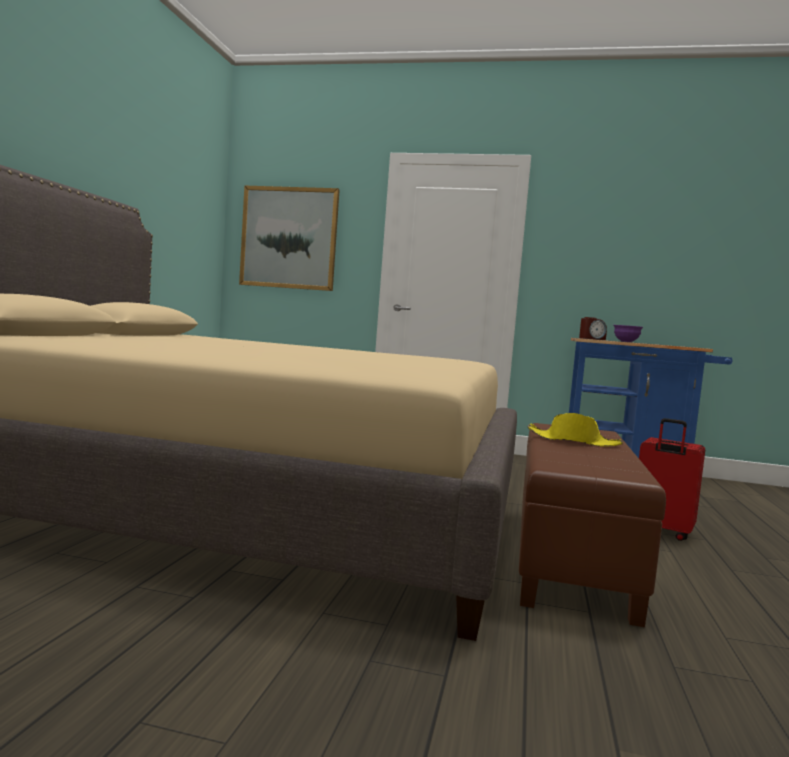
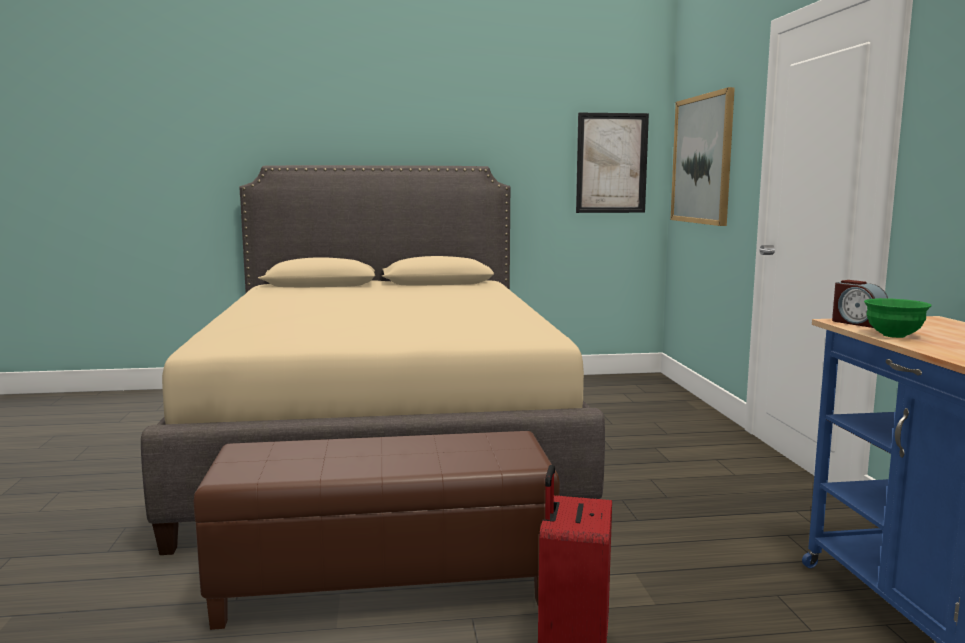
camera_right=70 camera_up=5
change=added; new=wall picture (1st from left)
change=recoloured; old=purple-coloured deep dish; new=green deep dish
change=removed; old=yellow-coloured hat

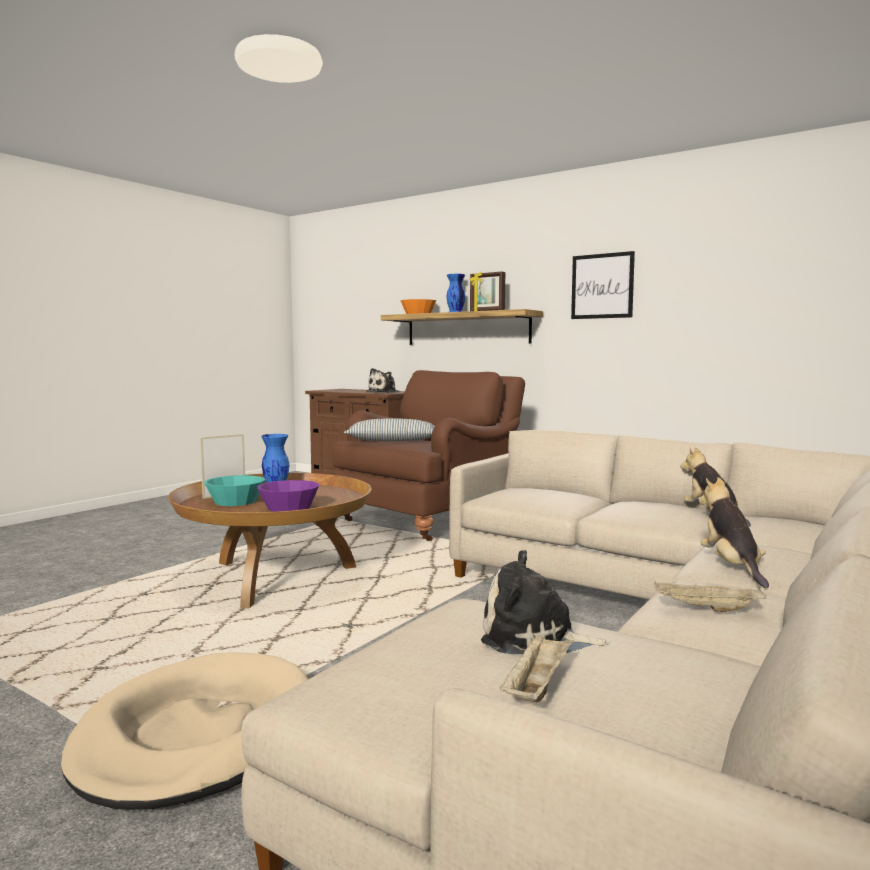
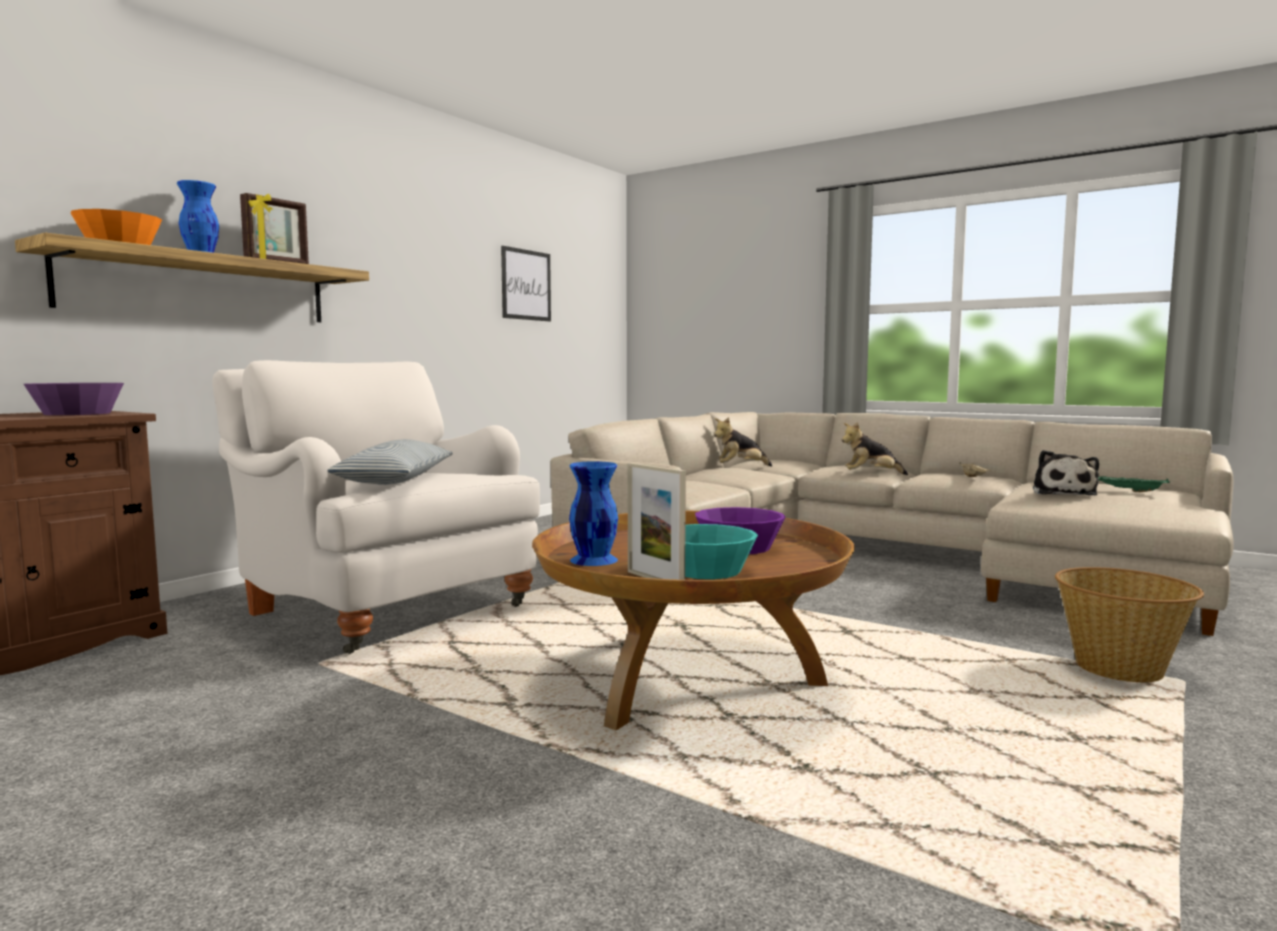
camera_right=-90 camera_up=0
change=replaced; old=soft toy (1st from left); new=purple-coloured deep dish (1st from left)
change=recoloured; old=brown armchair; new=white-coloured armchair
change=moved; old=wall picture
change=replaced; old=beige dog cushion; new=household basket
change=recoloured; old=beige serving tray (1st from left); new=green serving tray

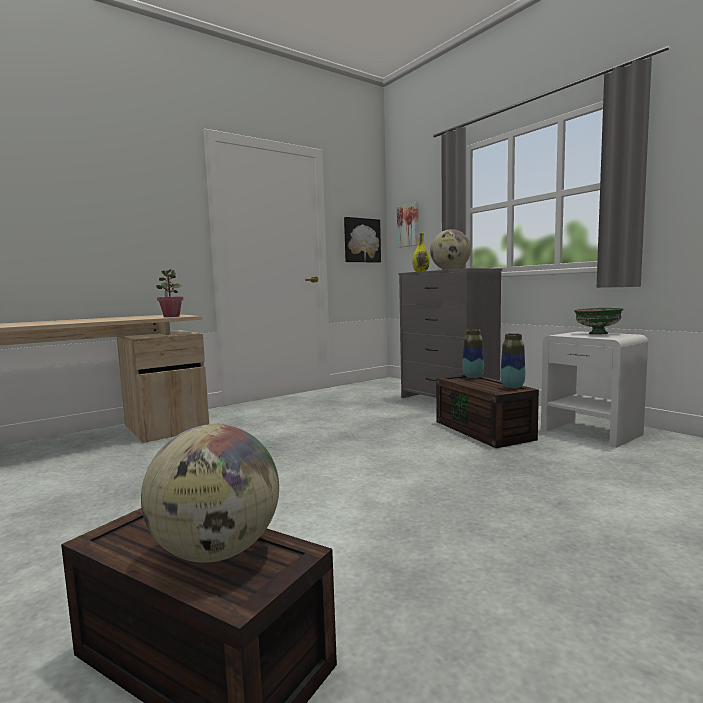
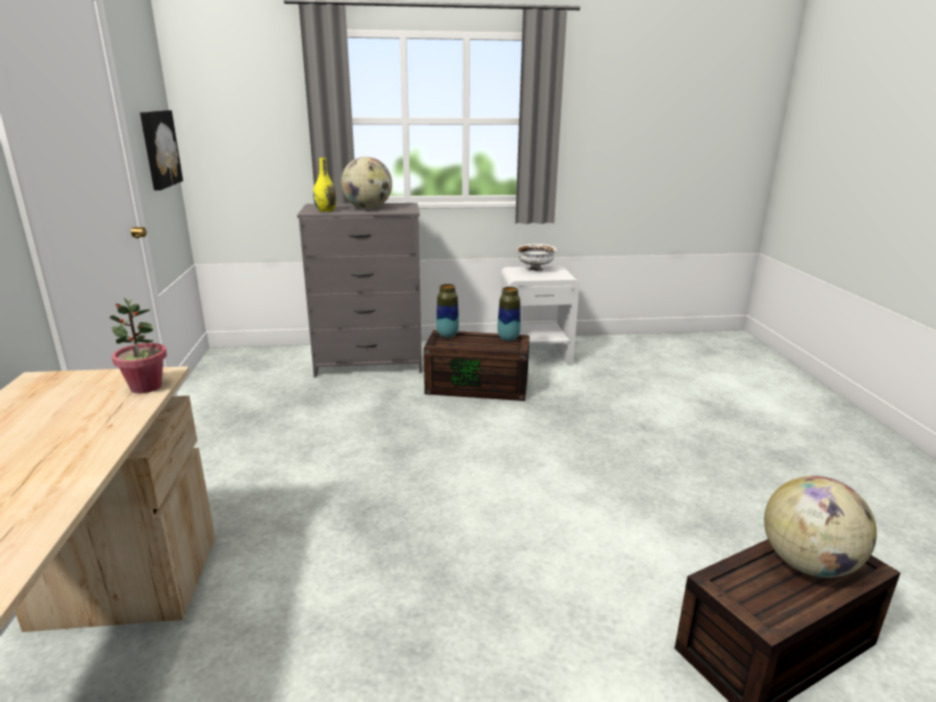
camera_right=-60 camera_up=15
change=recoloured; old=green deep dish; new=white-coloured deep dish
change=removed; old=wall picture (2nd from left)

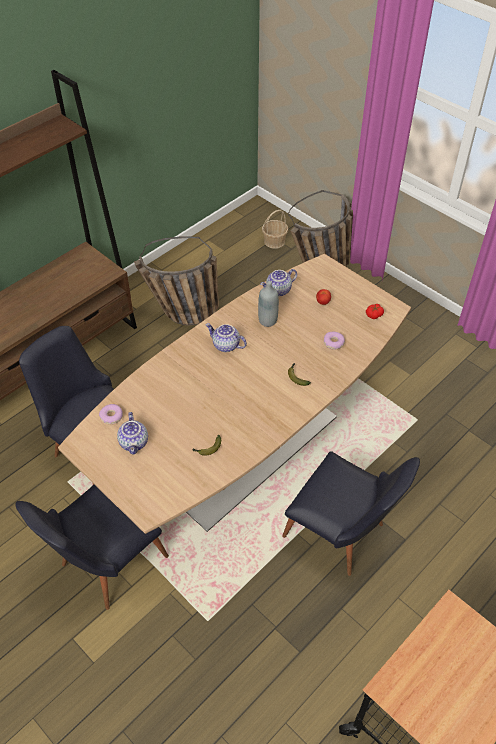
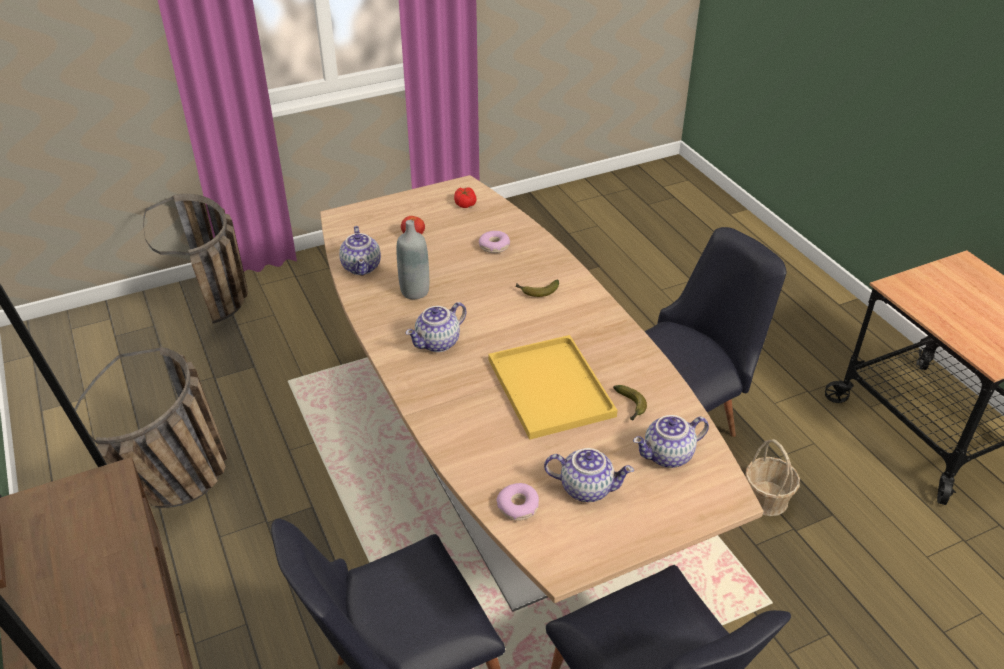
camera_right=-70 camera_up=-10
change=added; new=yellow-coloured serving tray
change=added; new=tea pot (4th from left)
change=moved; old=household basket (2nd from left in the first image); new=household basket (3rd from left)

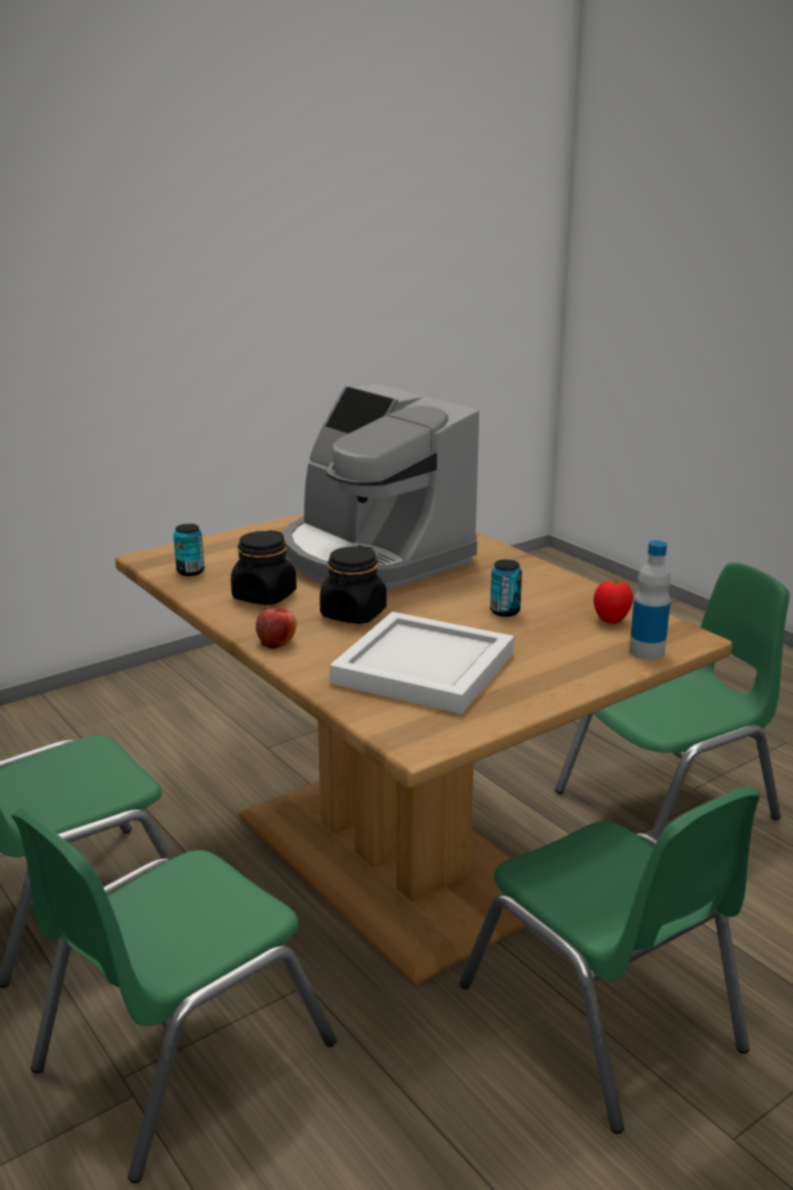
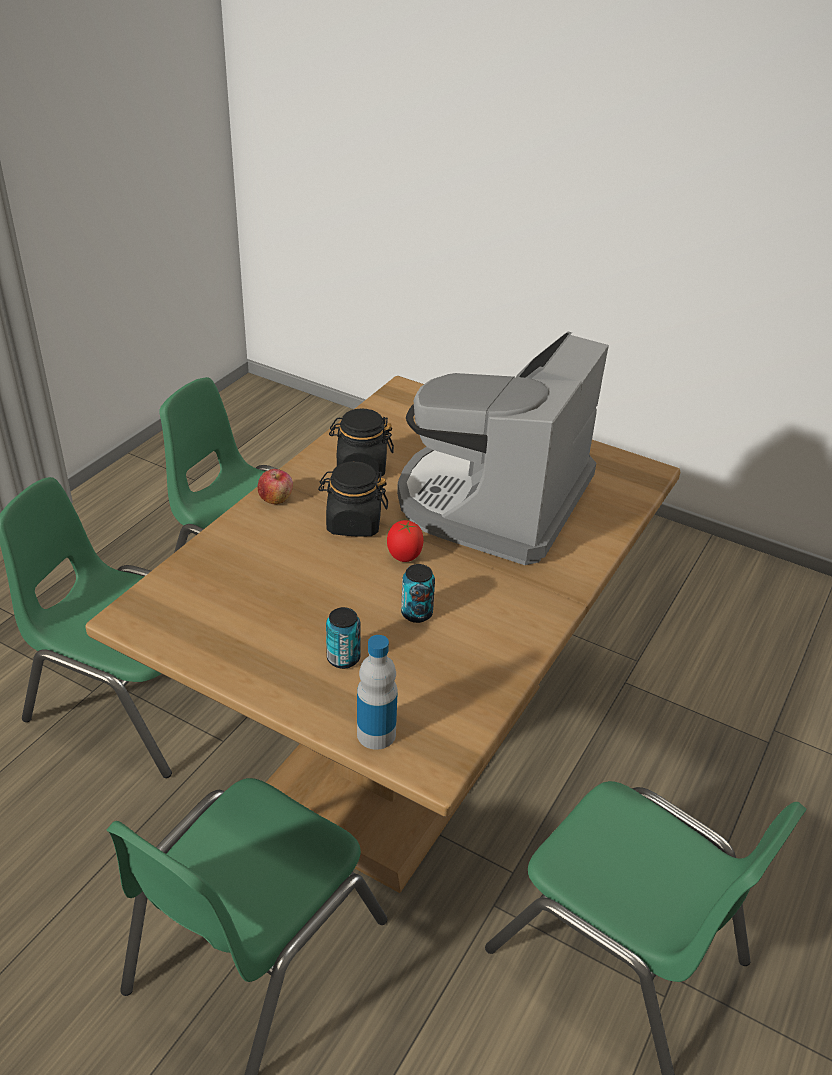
camera_right=65 camera_up=15
change=moved; old=metal can (1st from left)
change=moved; old=whole tomato
change=removed; old=white-coloured serving tray

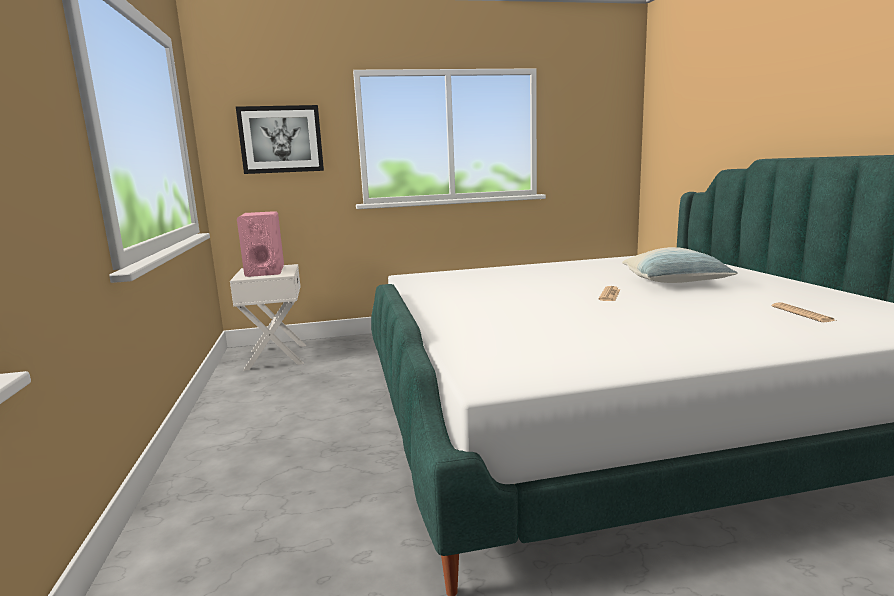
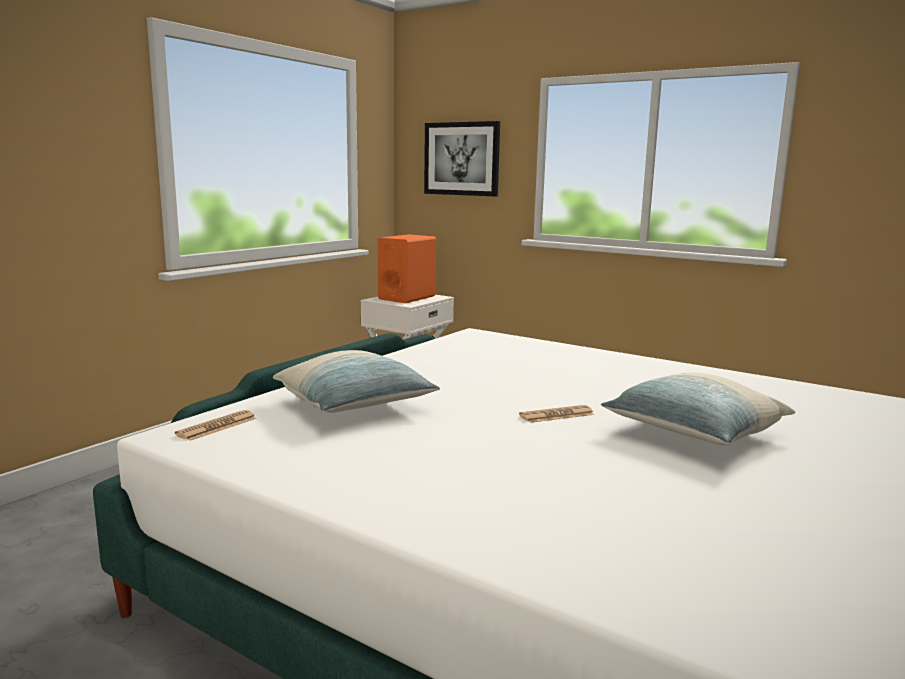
camera_right=45 camera_up=0
change=moved; old=daily paper (2nd from left in the first image); new=daily paper (1st from left)
change=added; new=pillow (1st from left)
change=recoloured; old=pink loudspeaker; new=orange-coloured loudspeaker

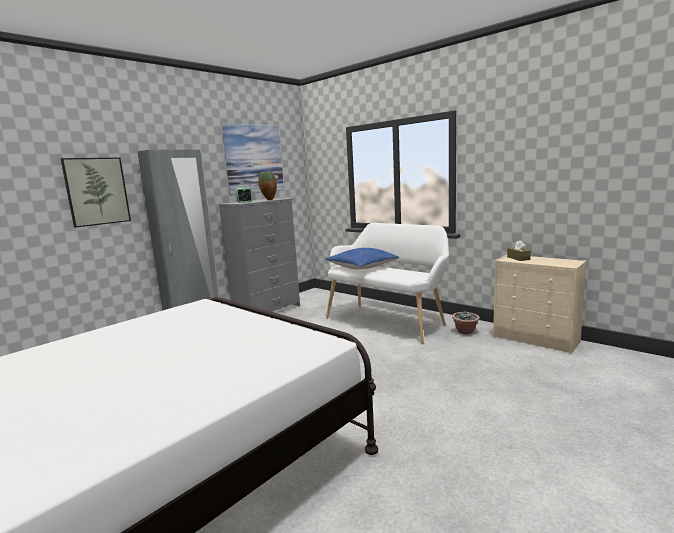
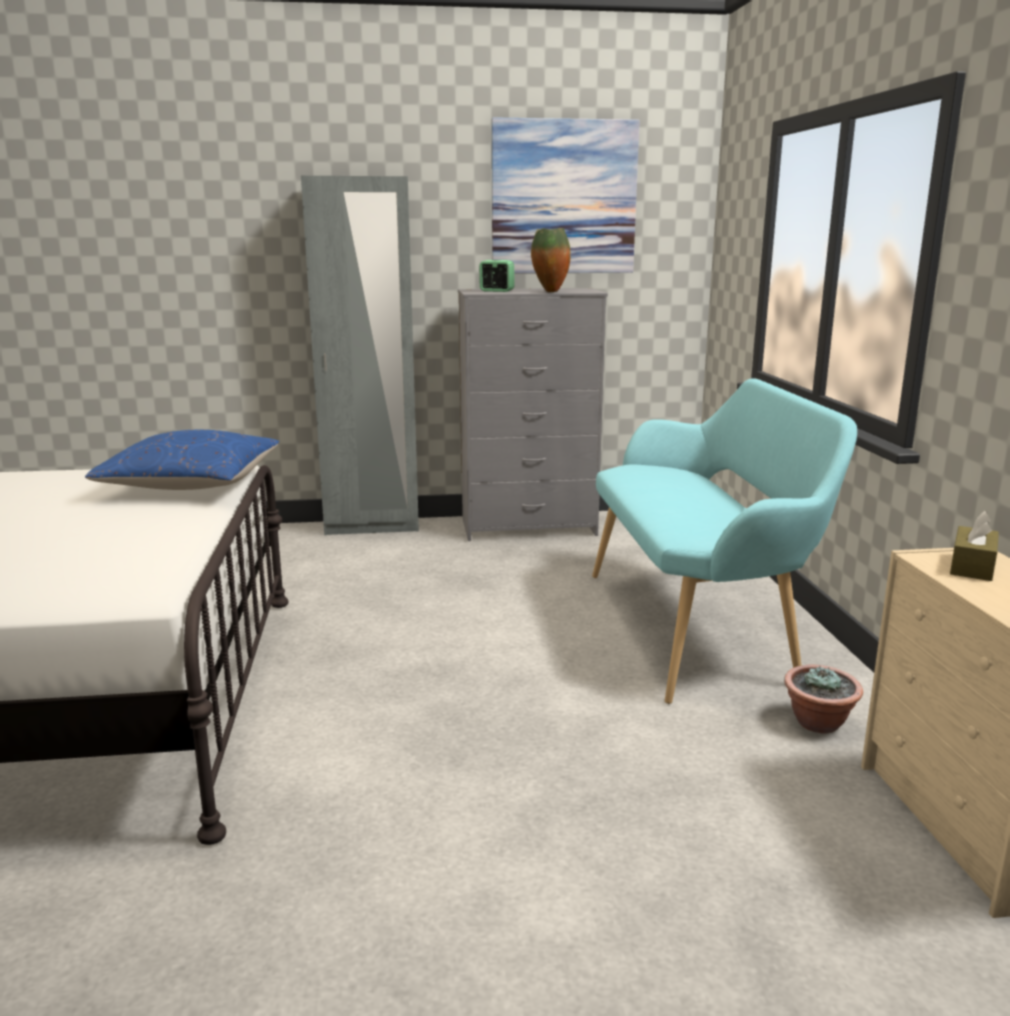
camera_right=40 camera_up=5
change=moved; old=blue-coloured pillow
change=recoloured; old=white-coloured indoor bench; new=turquoise indoor bench
change=removed; old=wall picture (1st from left)

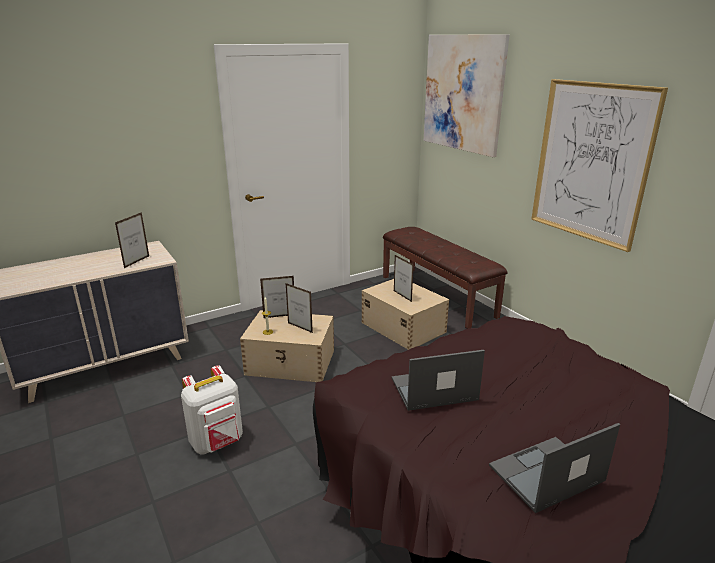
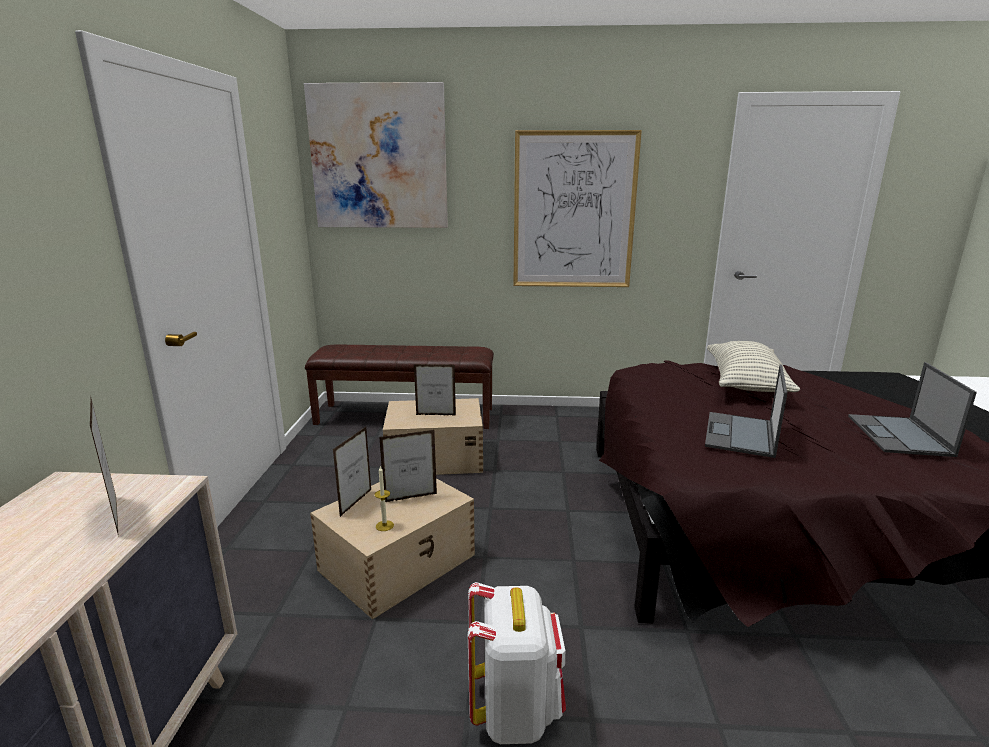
camera_right=-55 camera_up=-5
change=added; new=pillow

